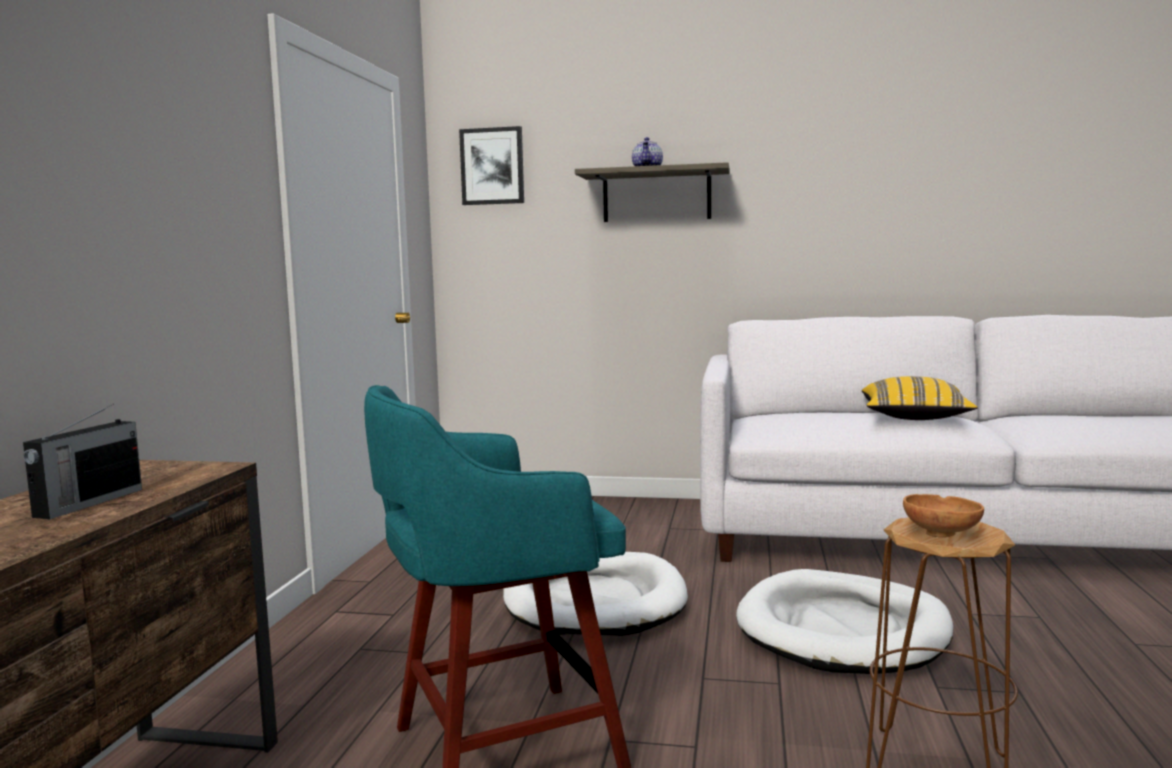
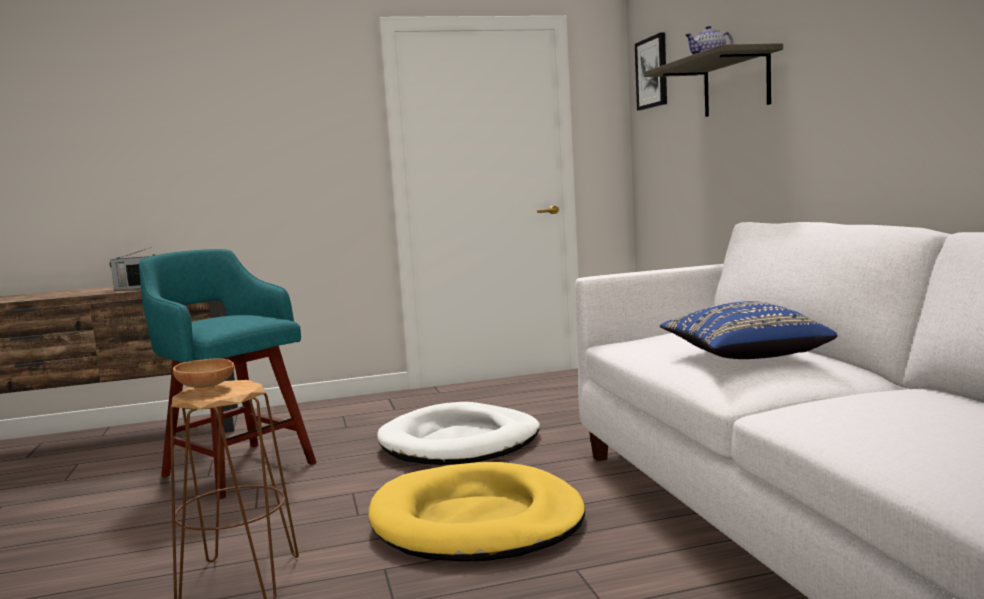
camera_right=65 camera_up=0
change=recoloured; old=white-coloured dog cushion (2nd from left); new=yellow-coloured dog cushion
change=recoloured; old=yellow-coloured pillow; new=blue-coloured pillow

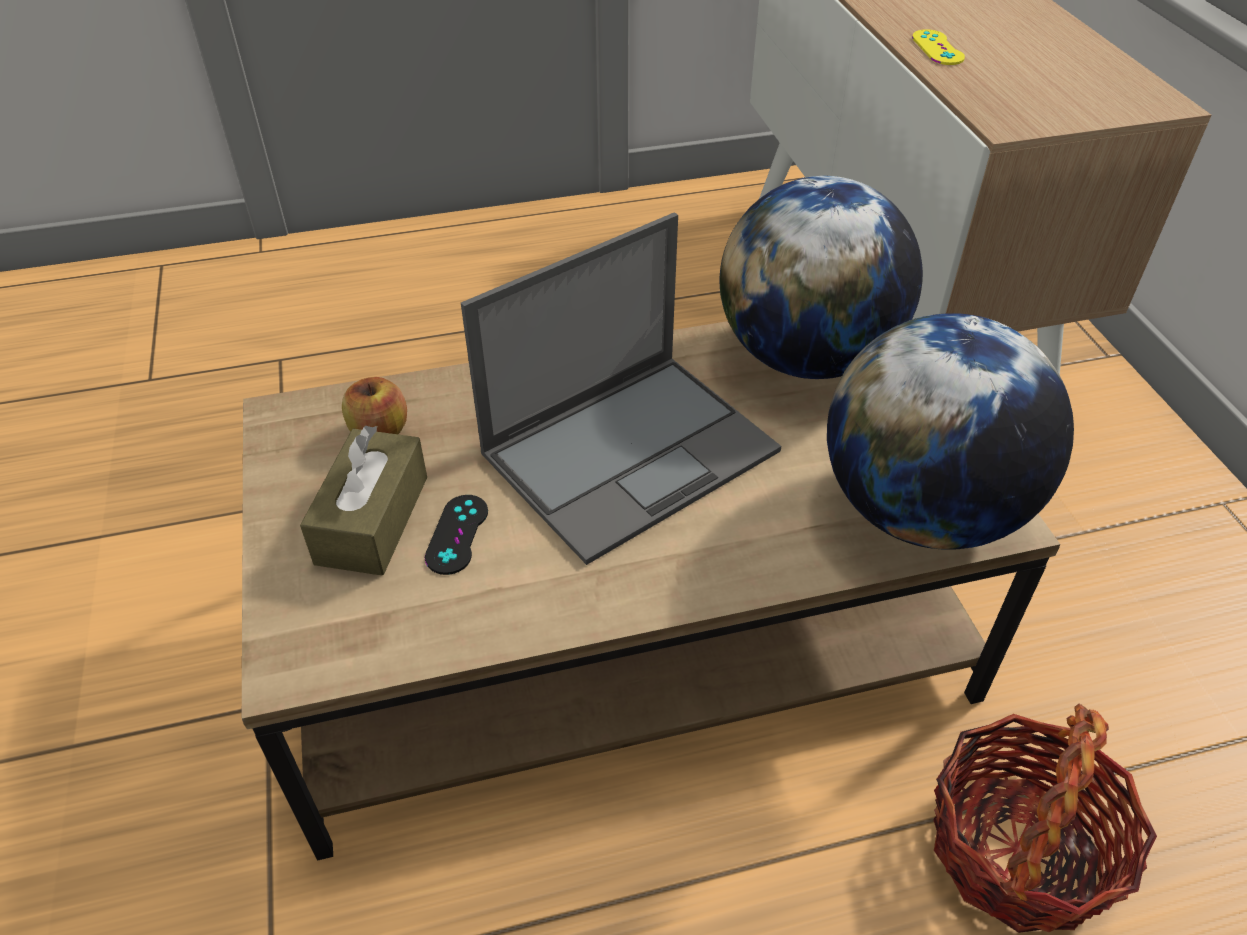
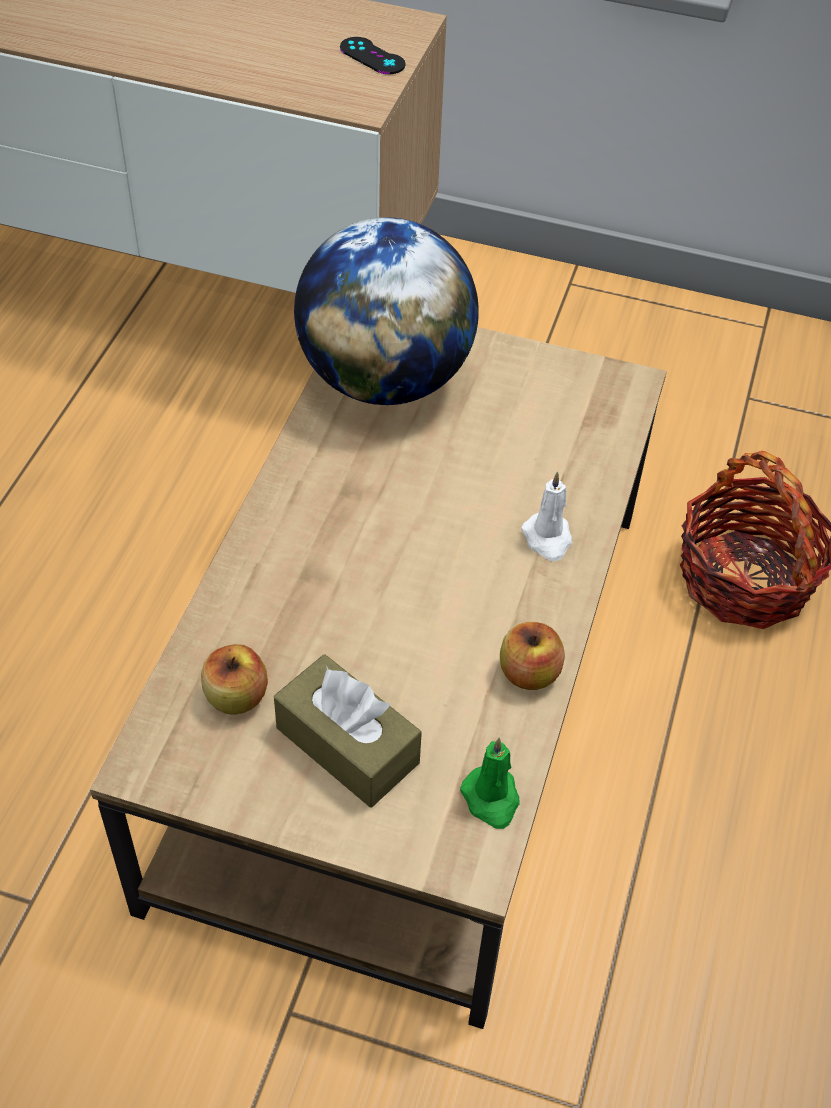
camera_right=-60 camera_up=5
change=moved; old=blackish joypad
change=added; new=green wax light
change=added; new=apple fruit (2nd from left)
change=added; new=white-coloured wax light
change=removed; old=portable computer
change=removed; old=globe (2nd from left)
change=removed; old=yellow-coloured joypad

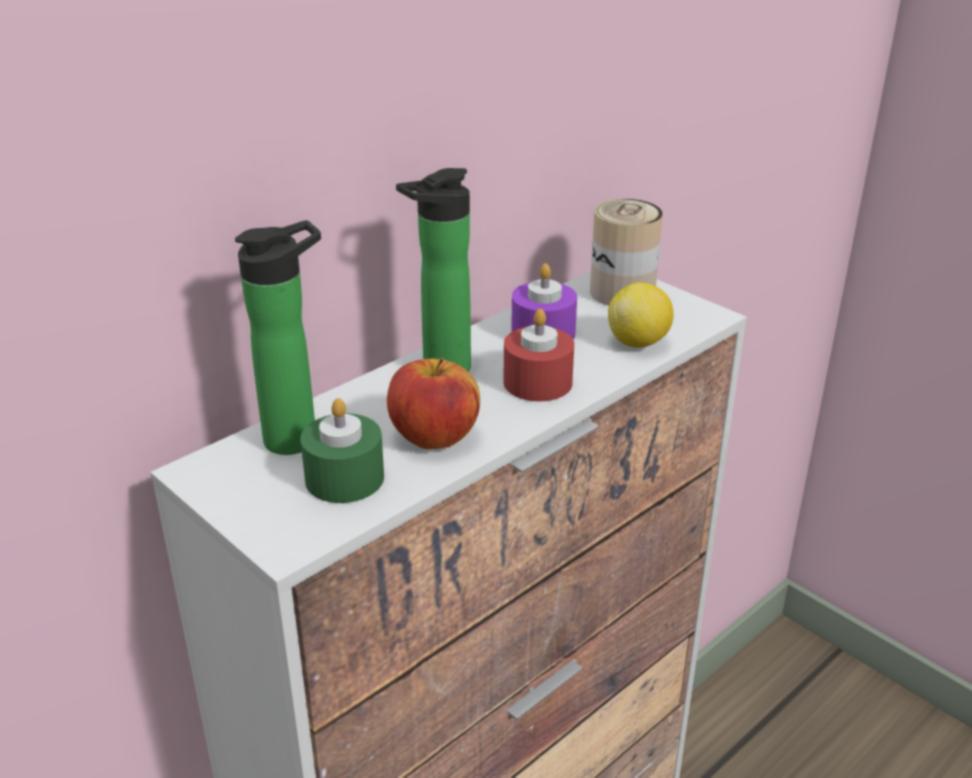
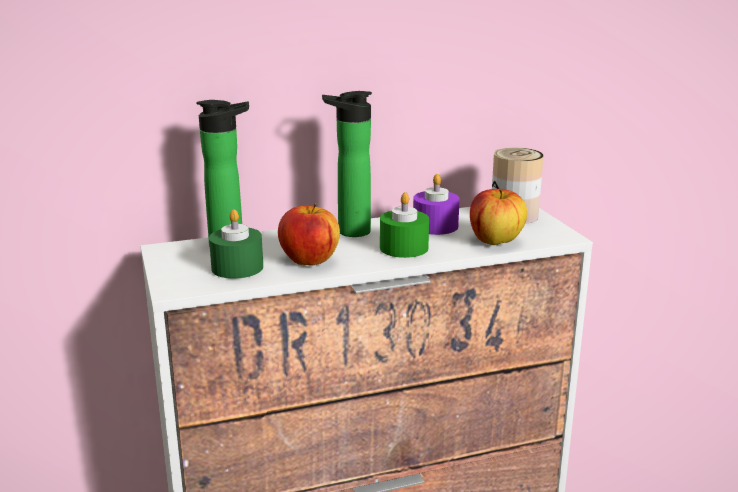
camera_right=25 camera_up=-10
change=recoloured; old=reddish wax light; new=green wax light (2nd from left)
change=replaced; old=whole lemon; new=apple fruit (2nd from left)

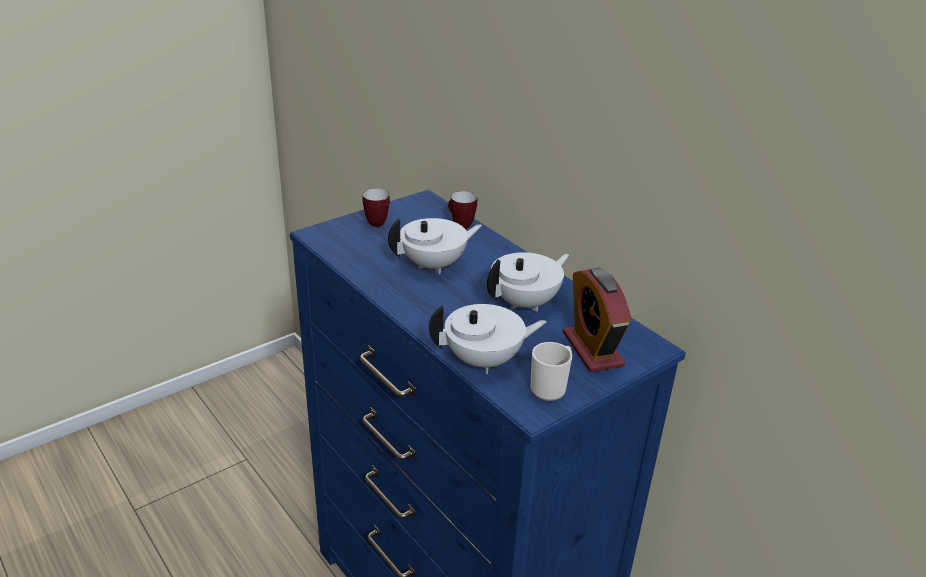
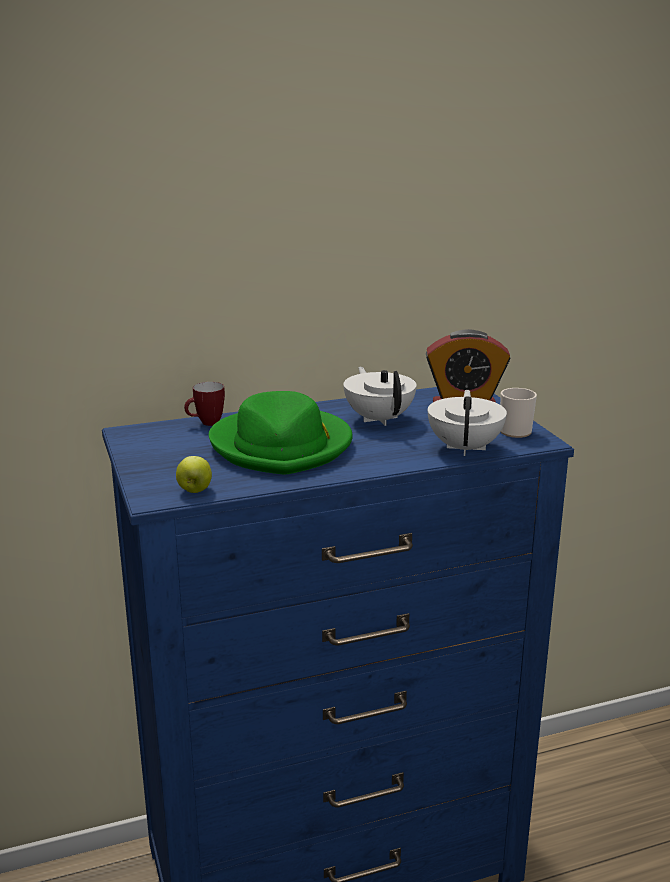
camera_right=-70 camera_up=-10
change=added; new=apple fruit
change=replaced; old=white-coloured tea pot (1st from left); new=green hat
change=removed; old=coffee mug (1st from left)

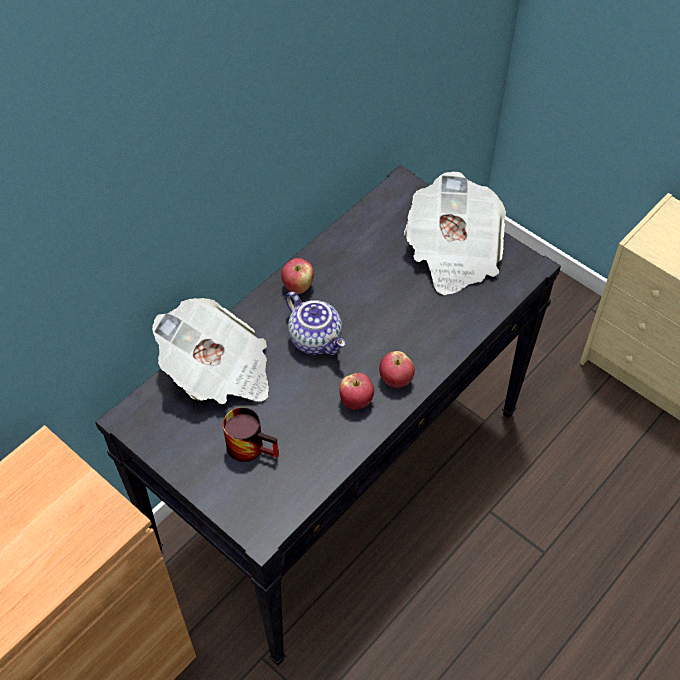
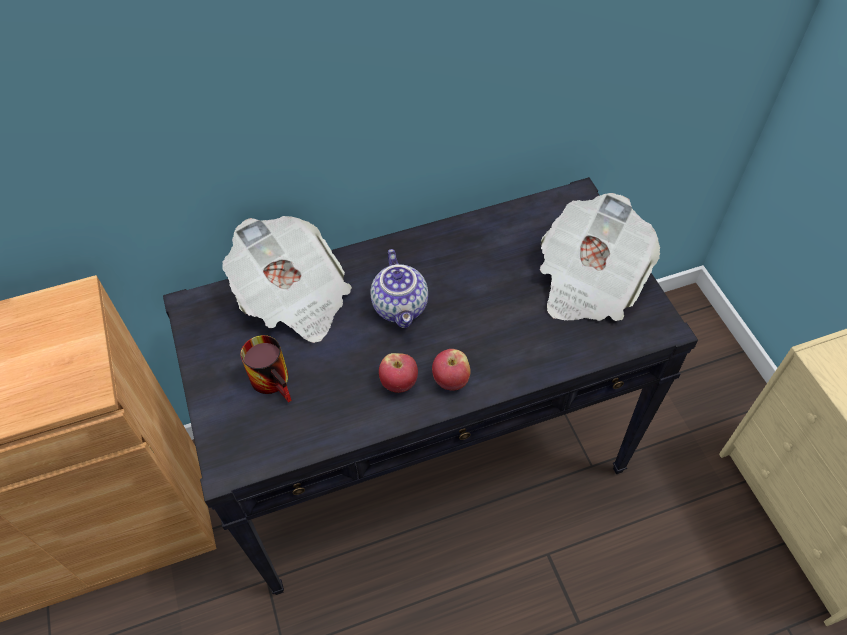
camera_right=30 camera_up=0
change=removed; old=apple fruit (1st from left)

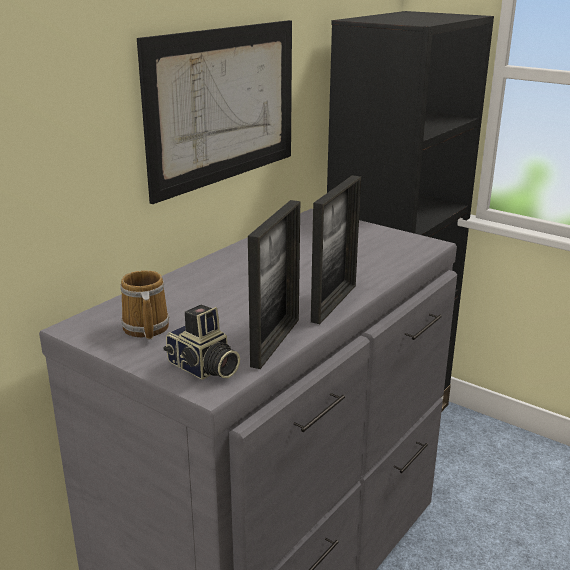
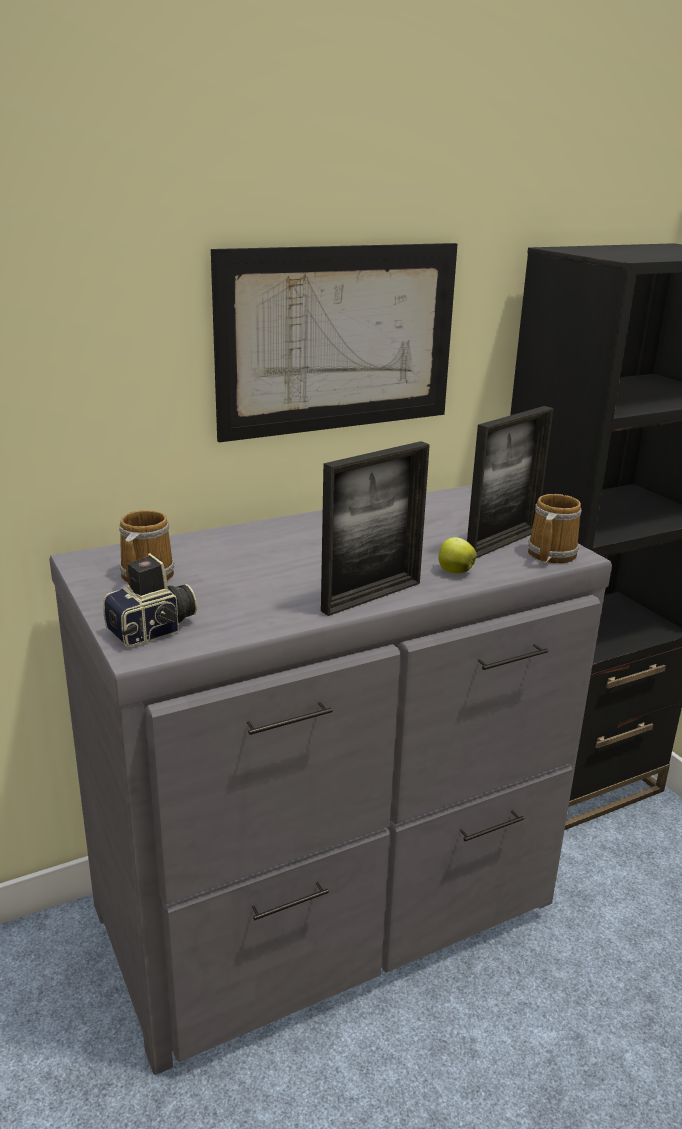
camera_right=25 camera_up=0
change=turned; old=photo camera; degrees=-105
change=added; new=apple fruit
change=moved; old=picture frame (1st from left in the first image); new=picture frame (2nd from left)
change=added; new=coffee mug (2nd from left)

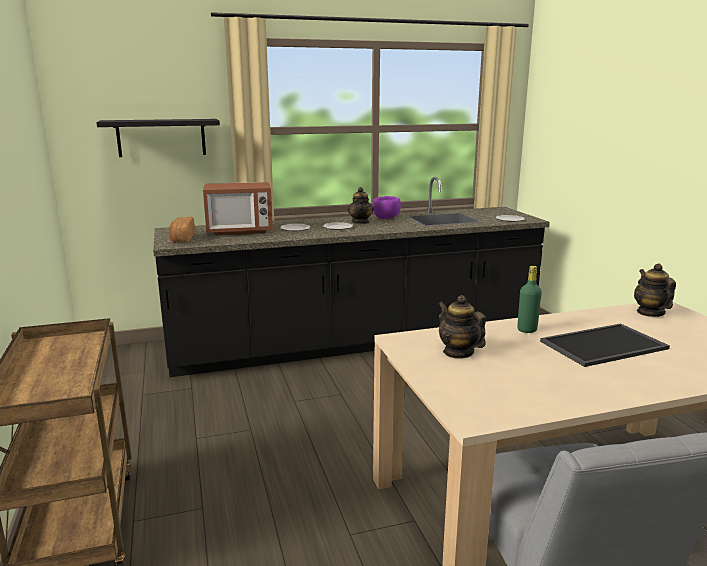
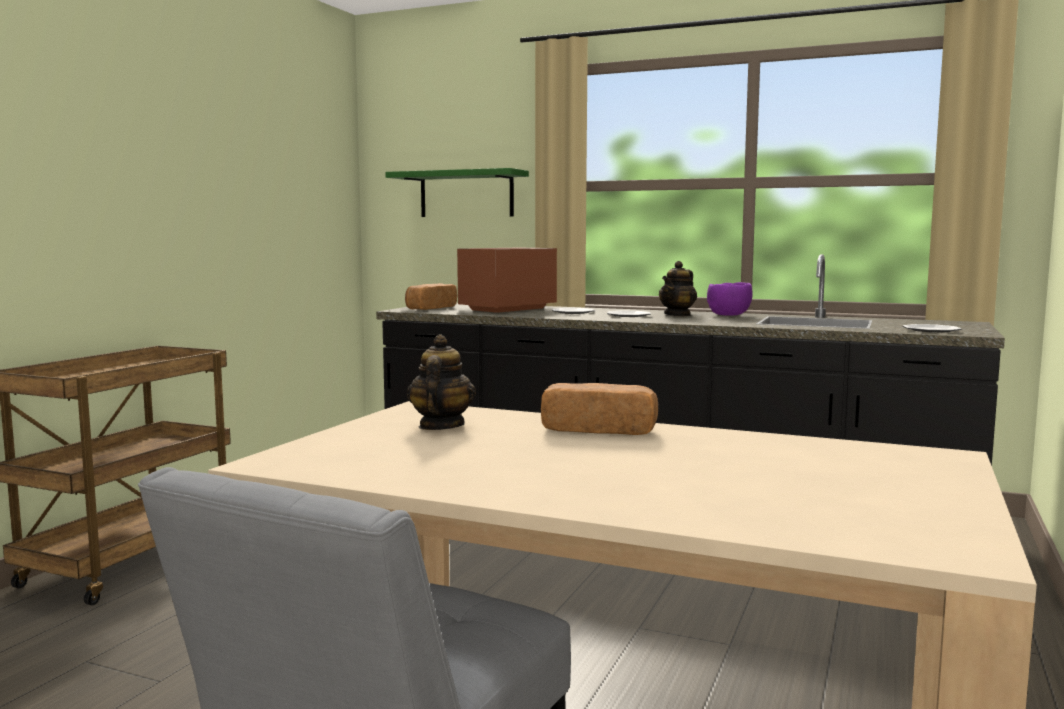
camera_right=40 camera_up=-10
change=recoloured; old=blackish shelf; new=green shelf
change=turned; old=microwave oven; degrees=105
change=replaced; old=green drink bottle; new=bread (2nd from left)
change=removed; old=serving tray
change=removed; old=tea pot (3rd from left)

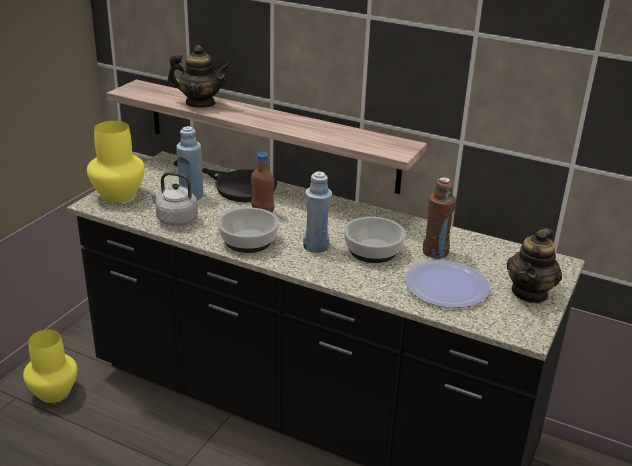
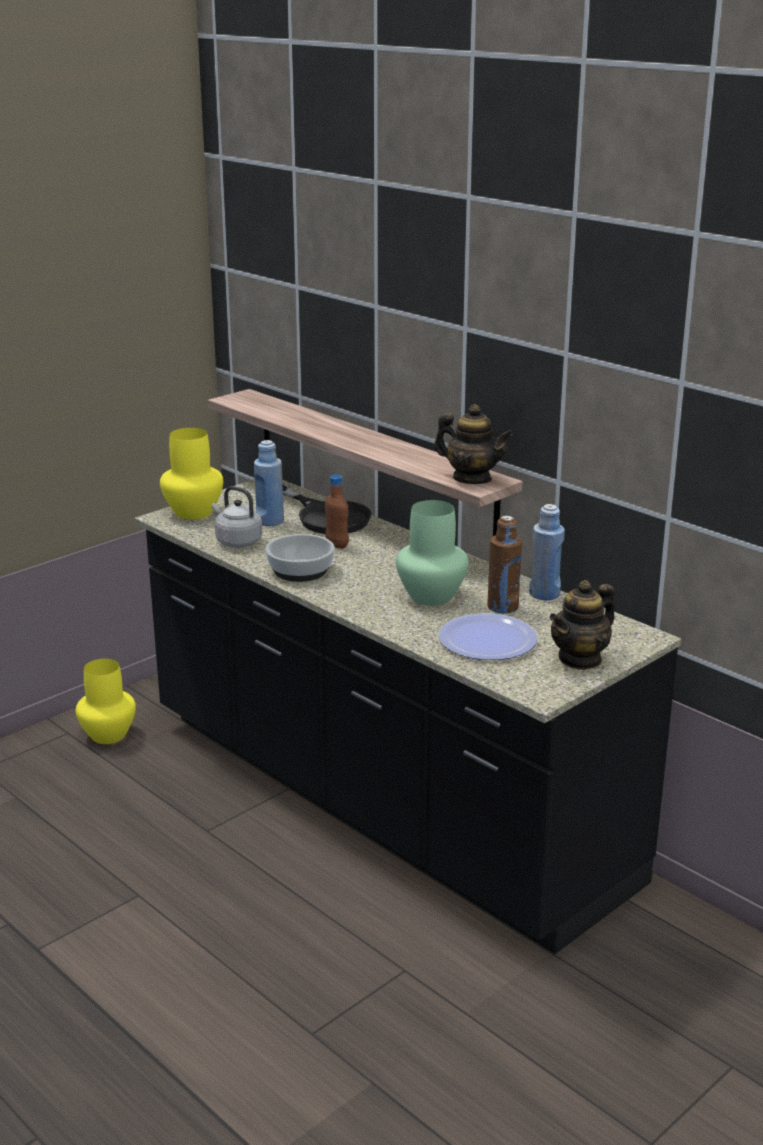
camera_right=20 camera_up=-5
change=replaced; old=deep dish (2nd from left); new=green decorative vase
change=moved; old=tea pot (1st from left)
change=moved; old=blue-coloured drink bottle (2nd from left)

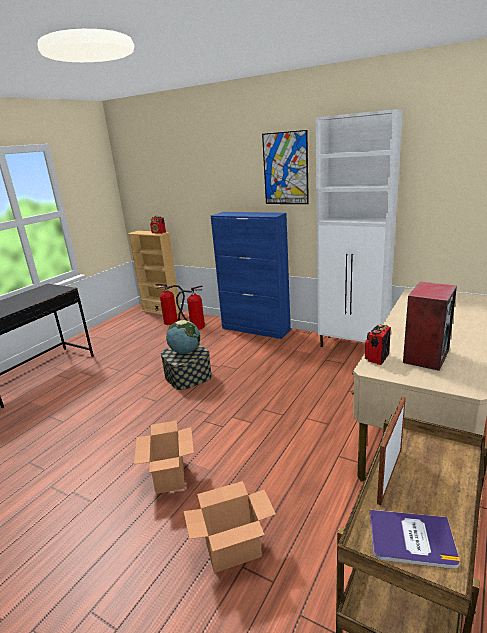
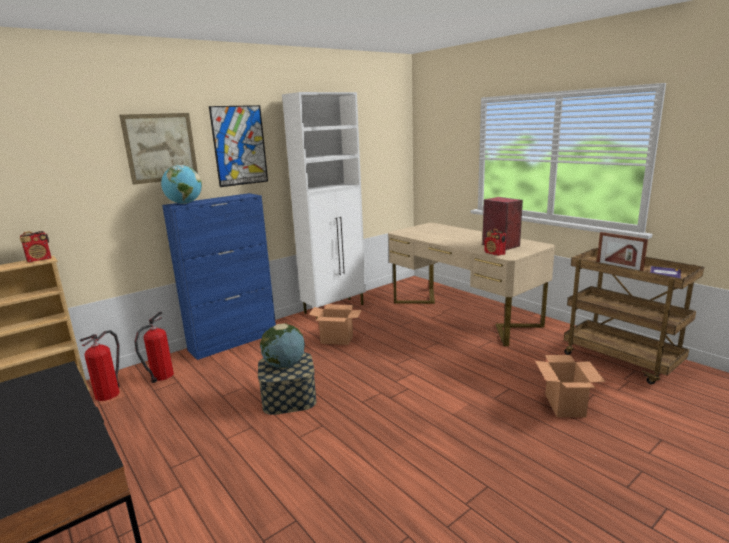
camera_right=-70 camera_up=-5
change=added; new=wall picture (1st from left)
change=added; new=globe (1st from left)
change=moved; old=carton (1st from left)

